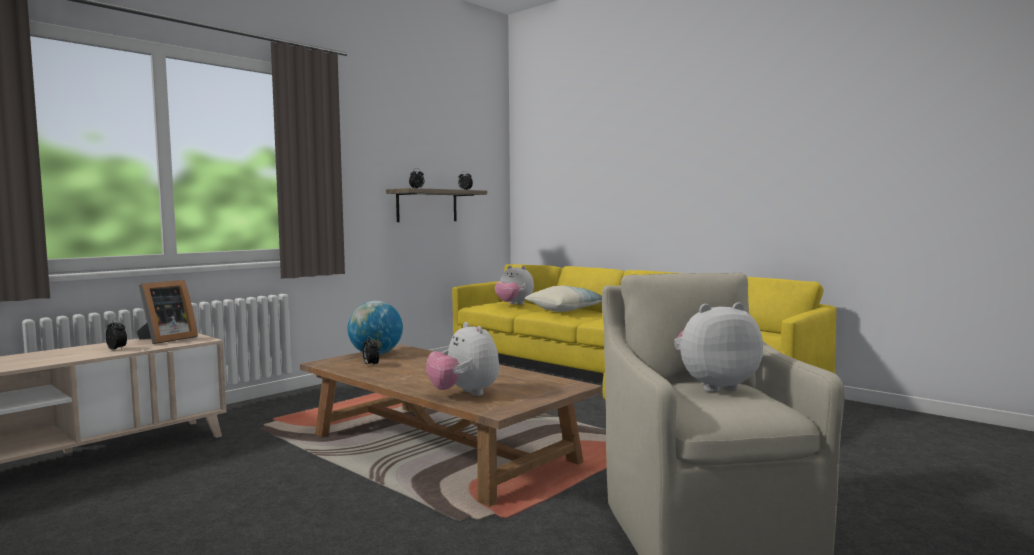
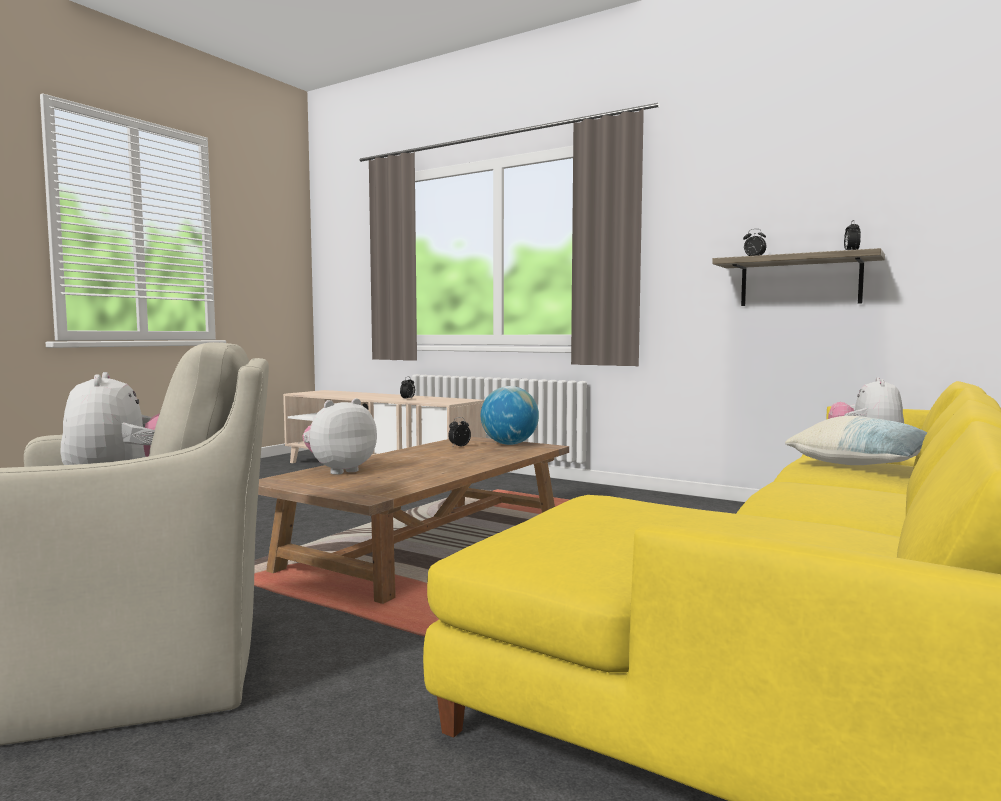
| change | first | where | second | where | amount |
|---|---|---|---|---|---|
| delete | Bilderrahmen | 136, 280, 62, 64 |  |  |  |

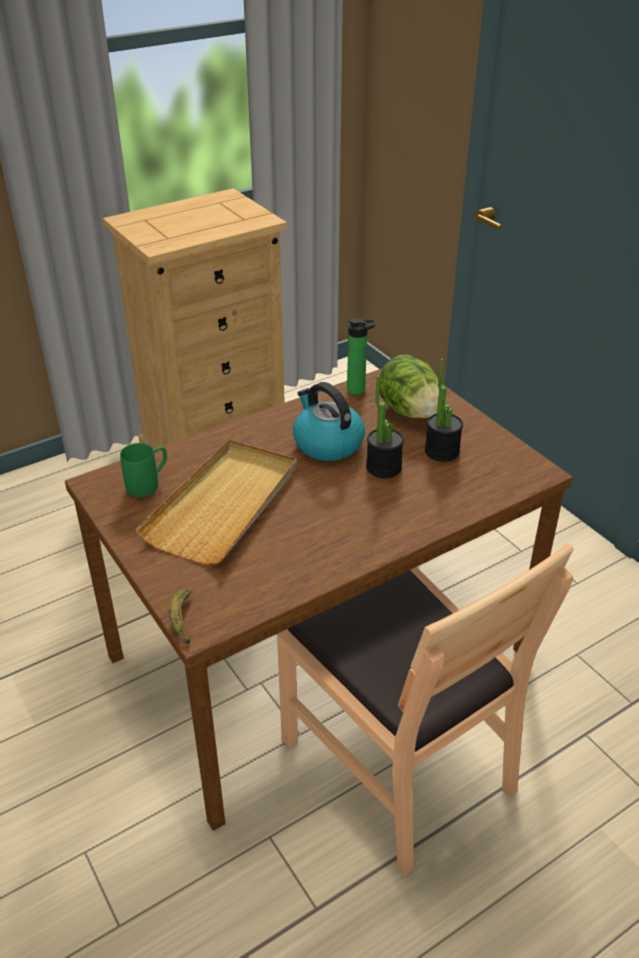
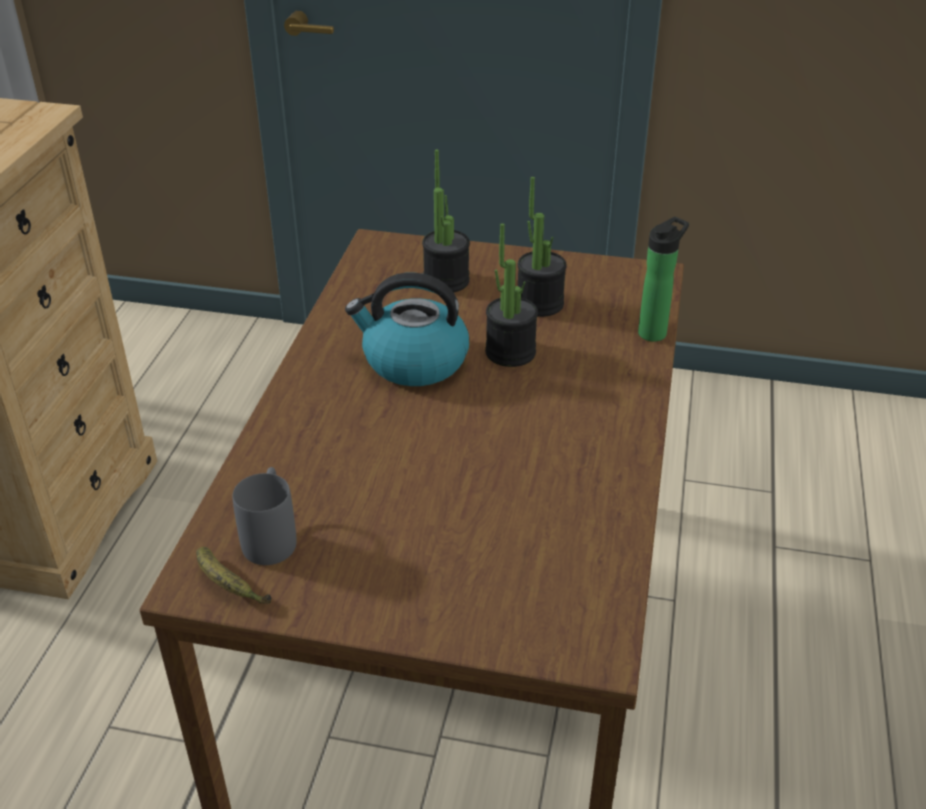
| change | first | where | second | where | amount |
|---|---|---|---|---|---|
| move | Flasche | 347, 318, 28, 77 |  | 638, 217, 51, 125 |  |
| replace | Salatkopf | 379, 354, 60, 64 | Topfpflanze | 422, 150, 48, 143 |  |
| delete | Tablett/beige | 135, 439, 162, 125 |  |  |  |
| recolor | Henkelbecher/grün | 120, 443, 47, 54 | Henkelbecher/grau | 232, 467, 65, 98 |  |
| delete | Stuhl/braun | 277, 543, 297, 333 |  |  |  |
| move | Banane | 169, 589, 23, 56 |  | 196, 547, 75, 57 |  |

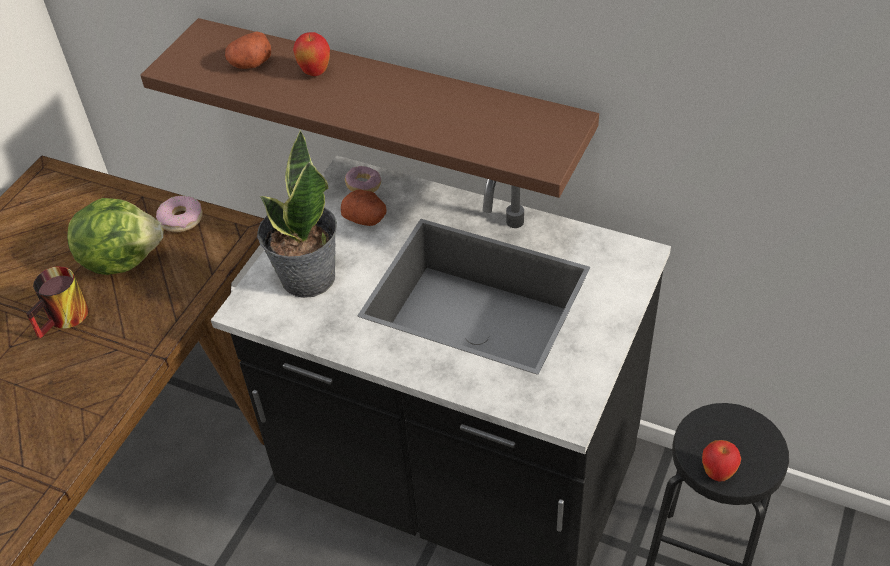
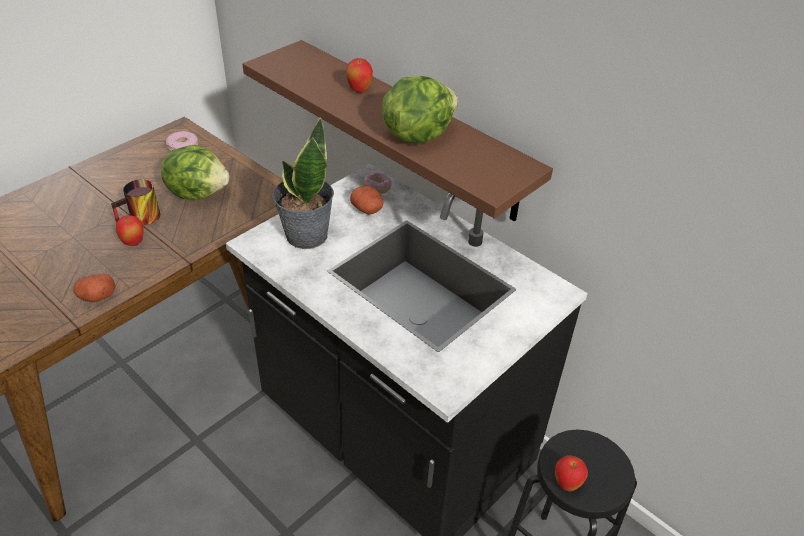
| change | first | where | second | where | amount |
|---|---|---|---|---|---|
| move | Kartoffel | 225, 31, 46, 38 |  | 73, 274, 42, 28 |  |
| move | Donut | 156, 196, 47, 36 |  | 166, 131, 32, 21 |  |
| insert |  |  | Salatkopf | 382, 76, 76, 68 |  |
| insert |  |  | Apfel | 115, 215, 29, 31 |  |

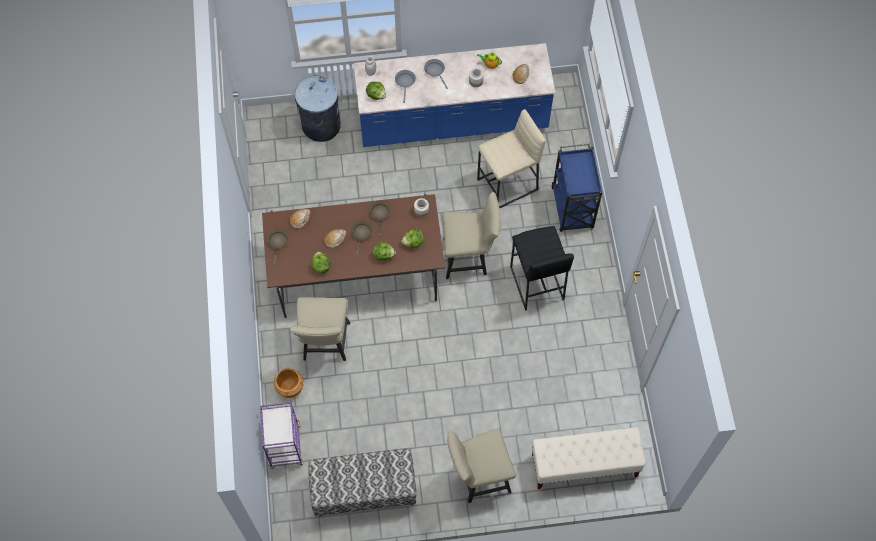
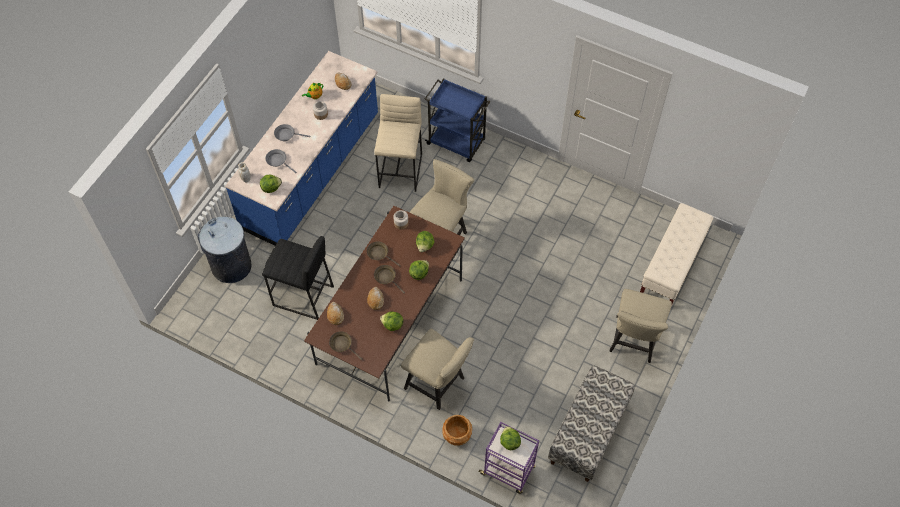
| change | first | where | second | where | amount |
|---|---|---|---|---|---|
| move | Hocker/schwarz | 510, 226, 64, 85 |  | 262, 236, 72, 84 |  |
| insert |  |  | Salatkopf | 500, 426, 21, 24 |  |

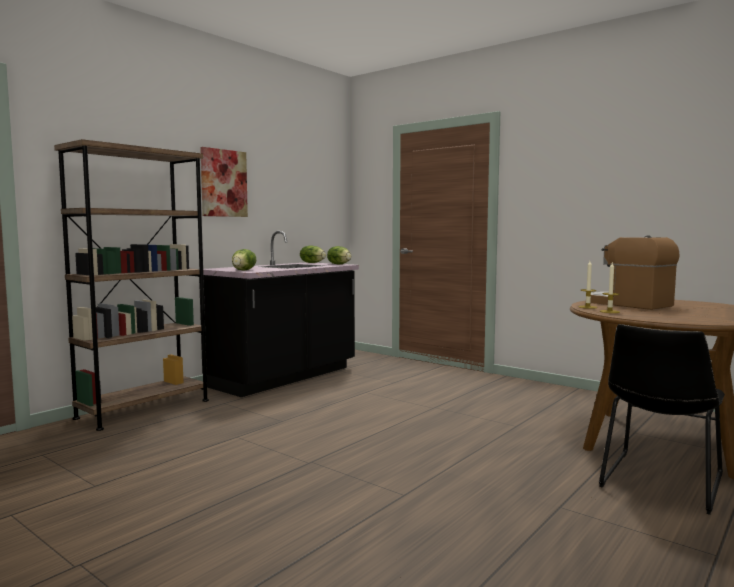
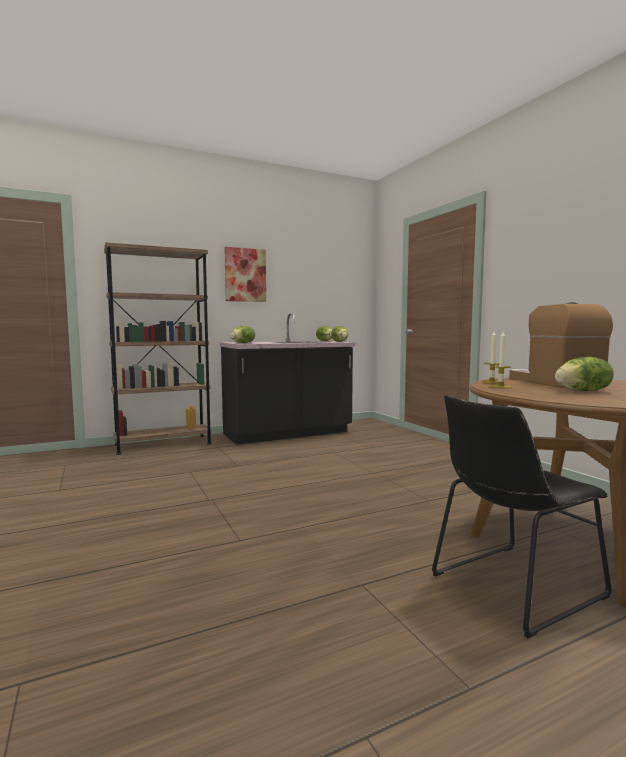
| change | first | where | second | where | amount |
|---|---|---|---|---|---|
| insert |  |  | Salatkopf | 555, 357, 59, 35 |  |

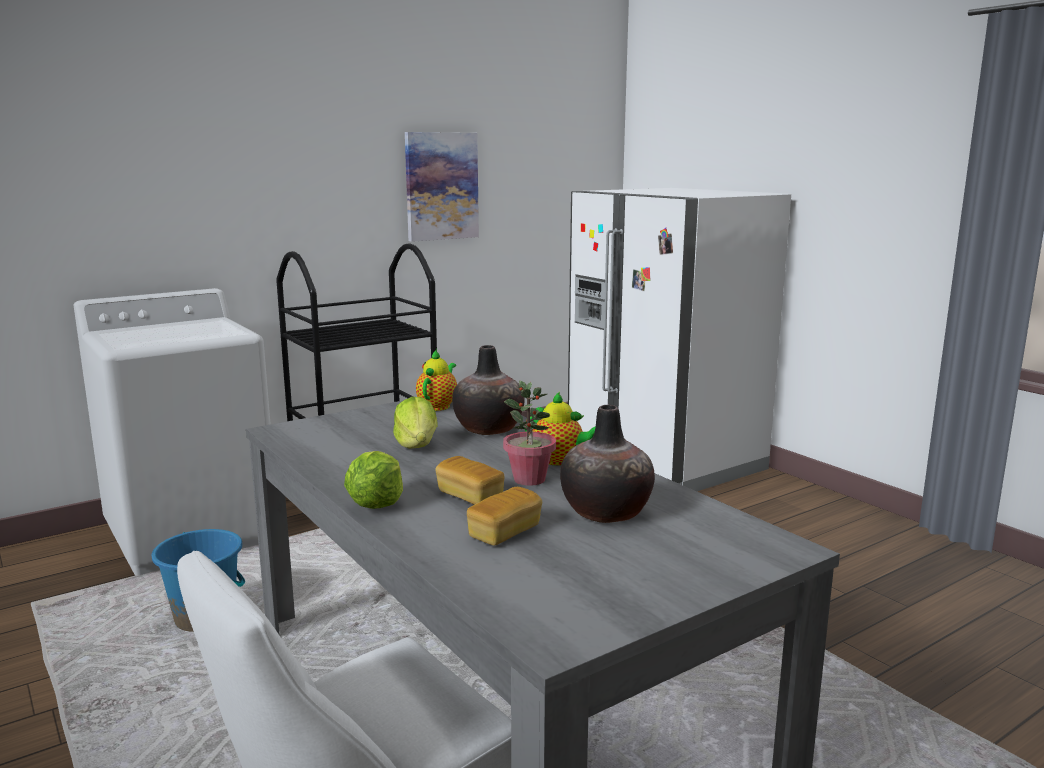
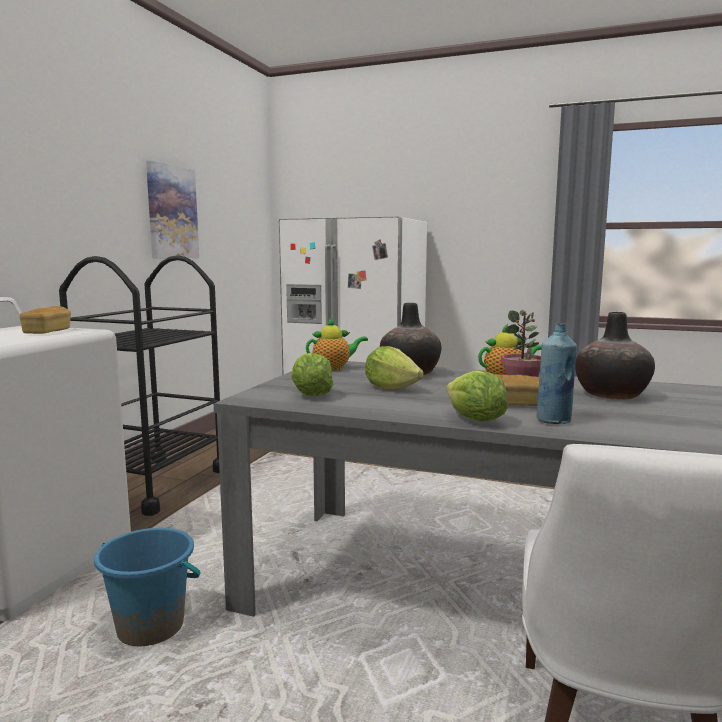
| change | first | where | second | where | amount |
|---|---|---|---|---|---|
| rotate | Teekanne | 416, 349, 41, 62 |  | 306, 318, 62, 53 | 90 degrees clockwise |
| move | Brot | 467, 487, 75, 59 |  | 20, 306, 51, 28 |  |
| insert |  |  | Flasche/blau | 537, 323, 40, 101 |  |
| insert |  |  | Salatkopf | 291, 353, 42, 43 |  |

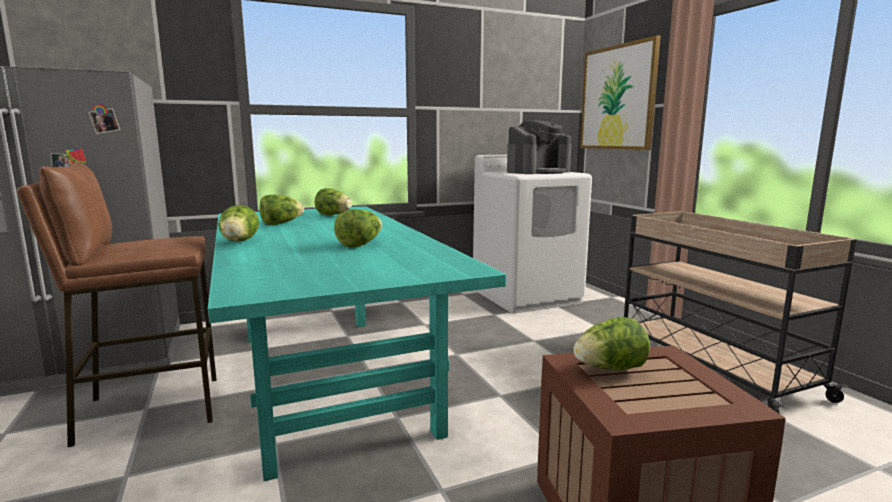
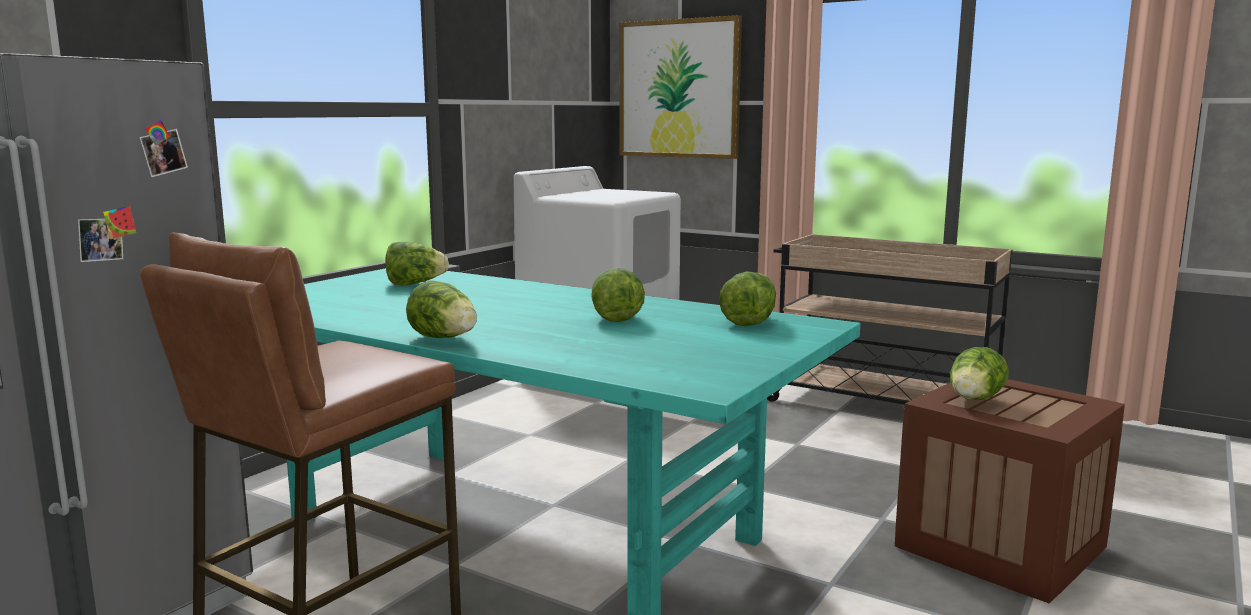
| change | first | where | second | where | amount |
|---|---|---|---|---|---|
| delete | Kaffeemaschine | 507, 120, 64, 54 |  |  |  |
| move | Salatkopf | 259, 195, 45, 30 |  | 719, 271, 57, 56 |  |

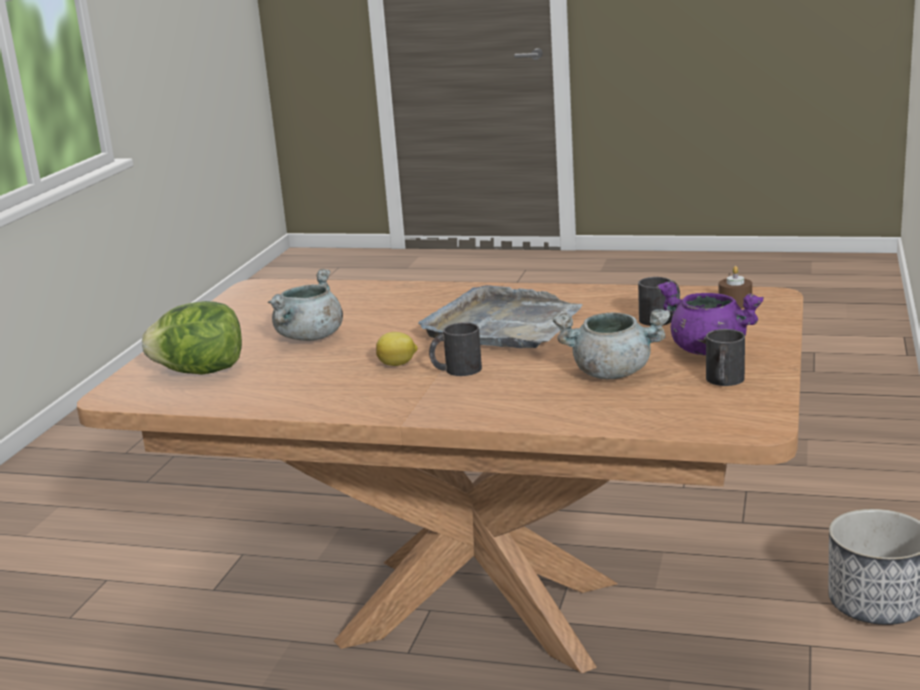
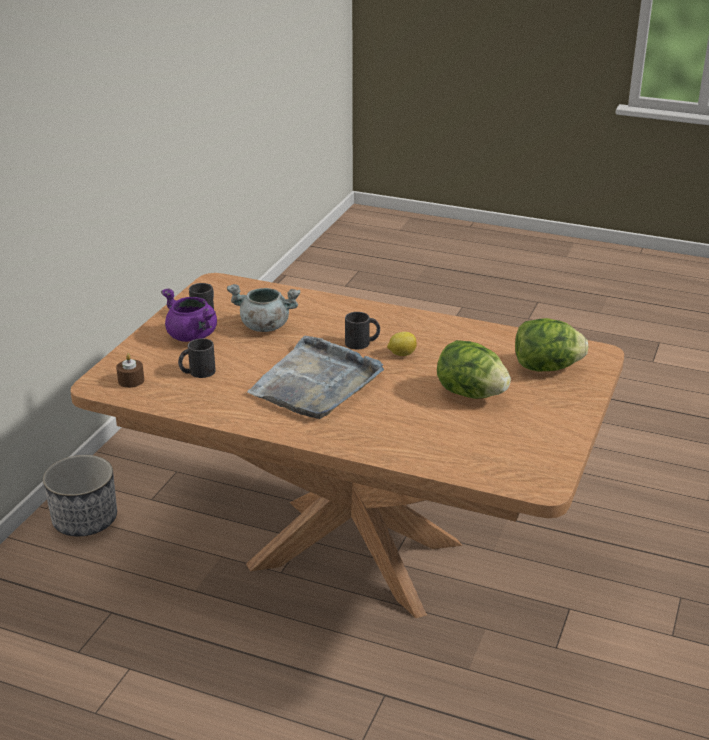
| change | first | where | second | where | amount |
|---|---|---|---|---|---|
| replace | Kochtopf/grau | 268, 269, 75, 72 | Salatkopf | 437, 340, 74, 59 |  |

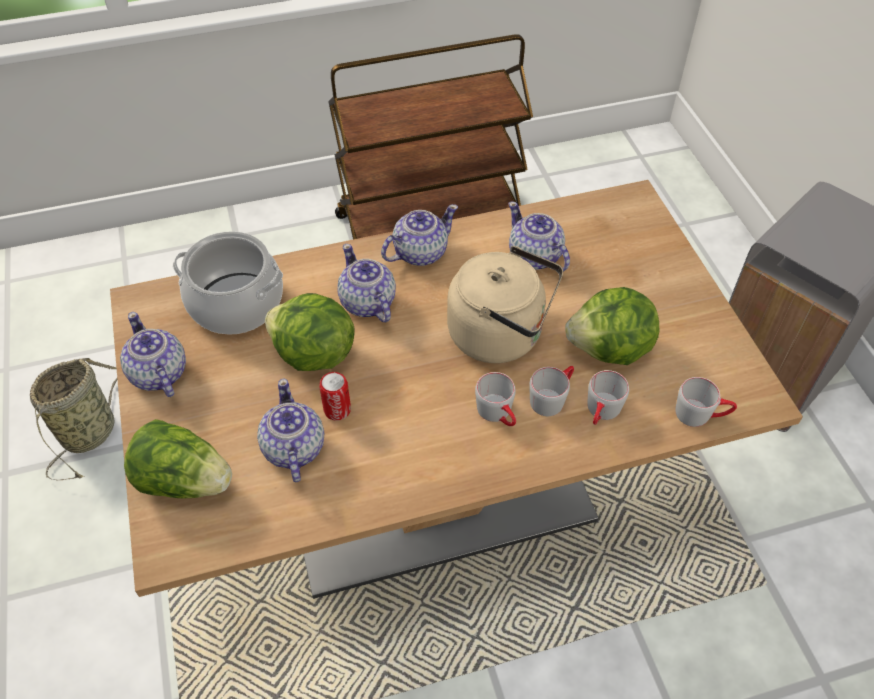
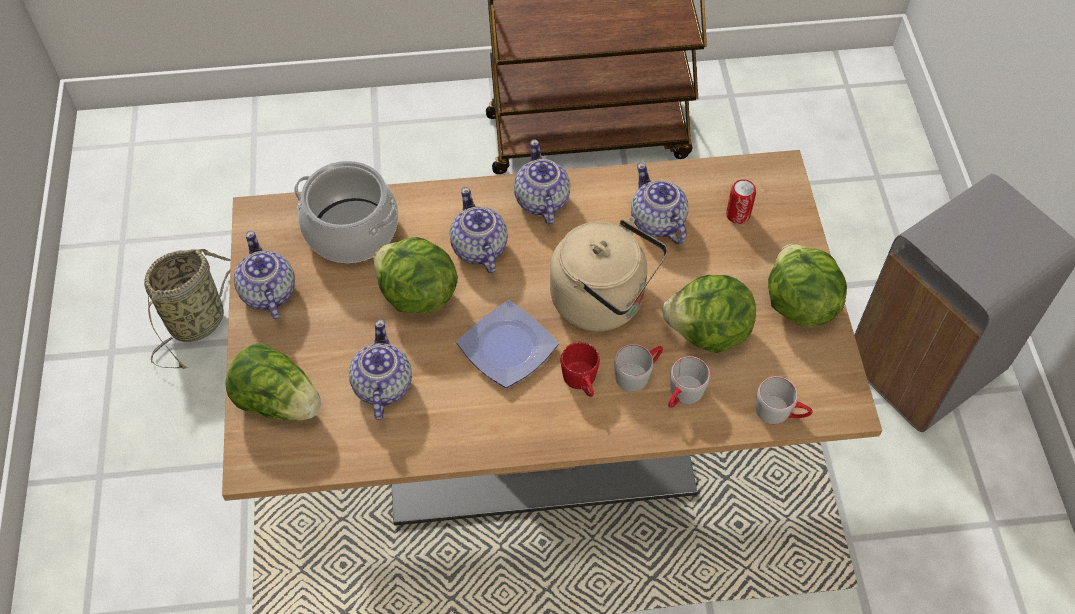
| change | first | where | second | where | amount |
|---|---|---|---|---|---|
| rotate | Teekanne | 381, 204, 77, 62 |  | 514, 139, 56, 86 | 75 degrees counterclockwise |
| move | Dose | 319, 372, 32, 49 |  | 726, 179, 30, 45 |  |
| recolor | Henkelbecher/grau | 475, 372, 41, 54 | Henkelbecher/rot | 561, 342, 39, 55 |  |
| insert |  |  | Salatkopf | 768, 244, 79, 83 |  |
| insert |  |  | Teller | 457, 300, 101, 88 |  |

